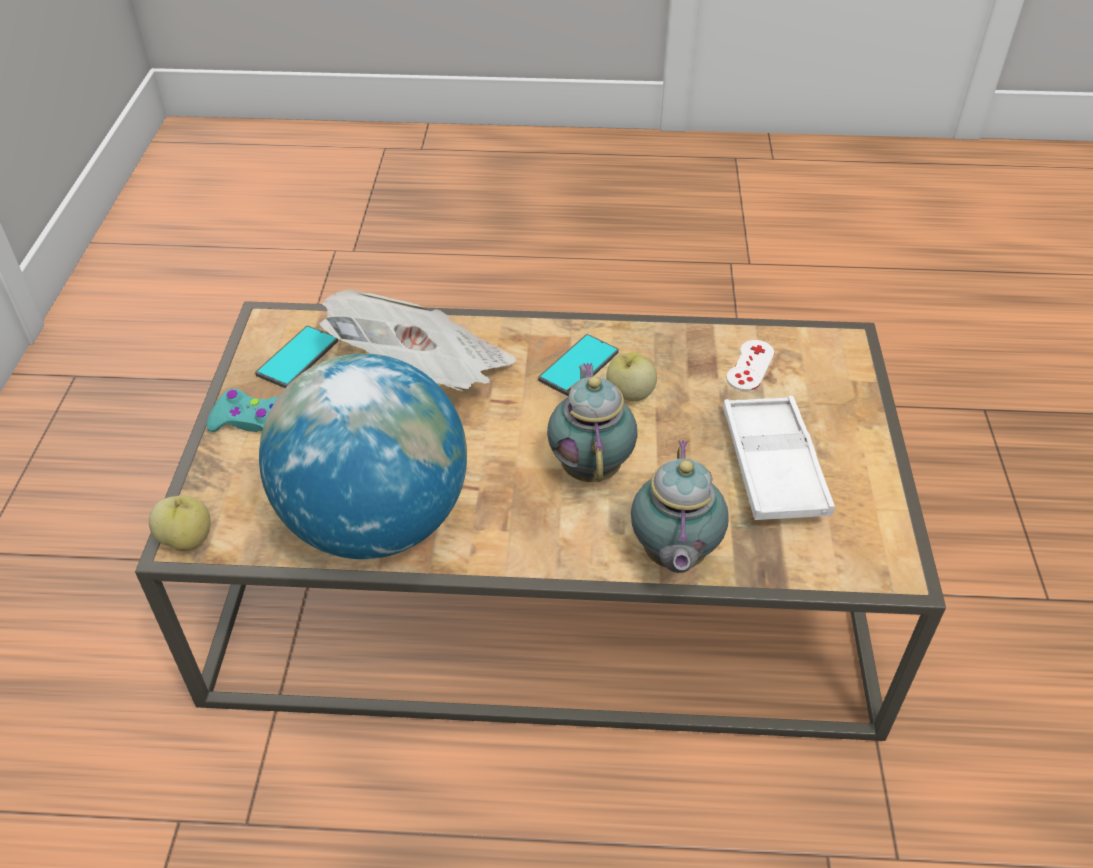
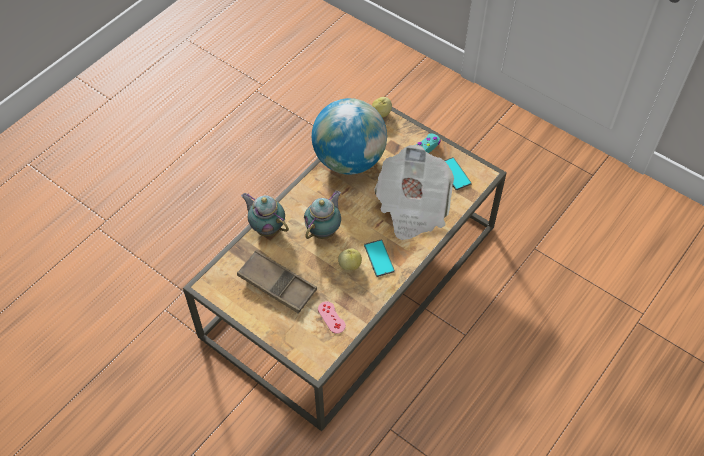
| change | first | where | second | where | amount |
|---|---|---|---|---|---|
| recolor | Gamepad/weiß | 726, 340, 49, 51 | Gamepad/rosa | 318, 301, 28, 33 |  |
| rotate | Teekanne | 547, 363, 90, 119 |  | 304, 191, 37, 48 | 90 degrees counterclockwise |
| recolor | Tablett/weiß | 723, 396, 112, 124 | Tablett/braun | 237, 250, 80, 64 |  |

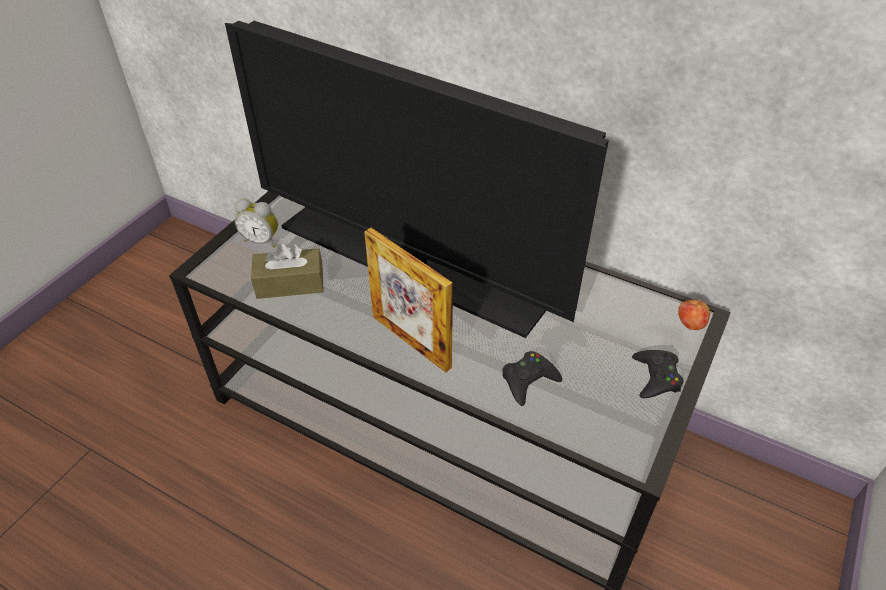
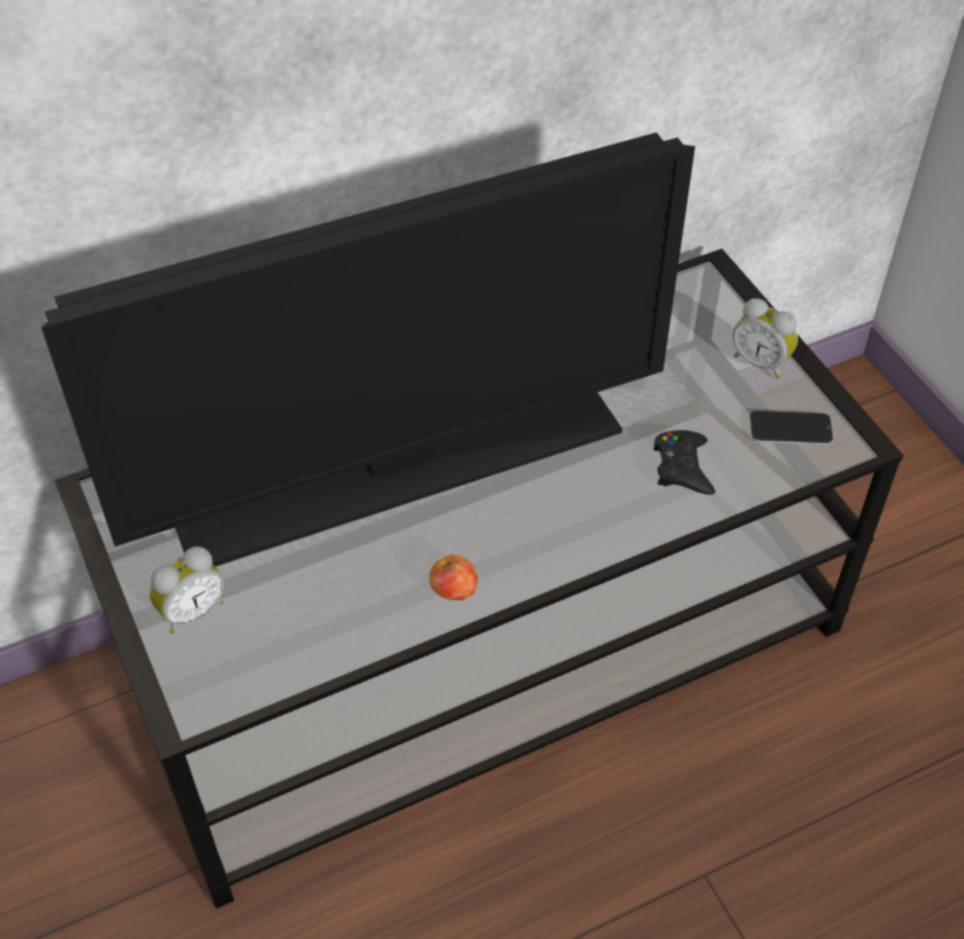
| change | first | where | second | where | amount |
|---|---|---|---|---|---|
| delete | Bilderrahmen | 364, 228, 89, 144 |  |  |  |
| delete | Taschentuchbox/braun | 251, 243, 73, 56 |  |  |  |
| move | Apfel | 678, 299, 32, 31 |  | 429, 554, 49, 47 |  |
| replace | Gamepad/schwarz | 632, 350, 52, 48 | Wecker | 733, 298, 65, 81 |  |
| insert |  |  | Handy | 750, 411, 83, 34 |  |

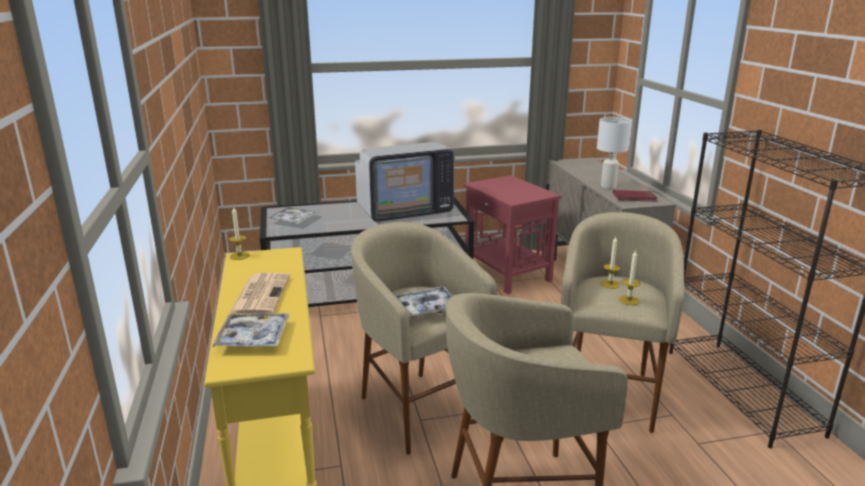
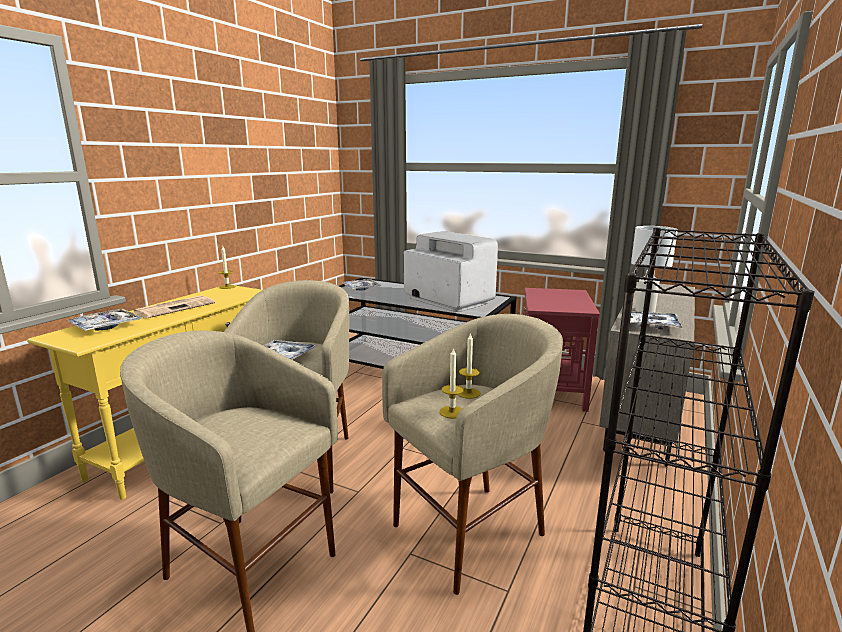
| change | first | where | second | where | amount |
|---|---|---|---|---|---|
| rotate | Fernseher | 355, 142, 99, 81 |  | 404, 231, 94, 81 | 150 degrees counterclockwise |
| replace | Buch/rot | 613, 190, 45, 12 | Tablett | 630, 311, 53, 19 |  |

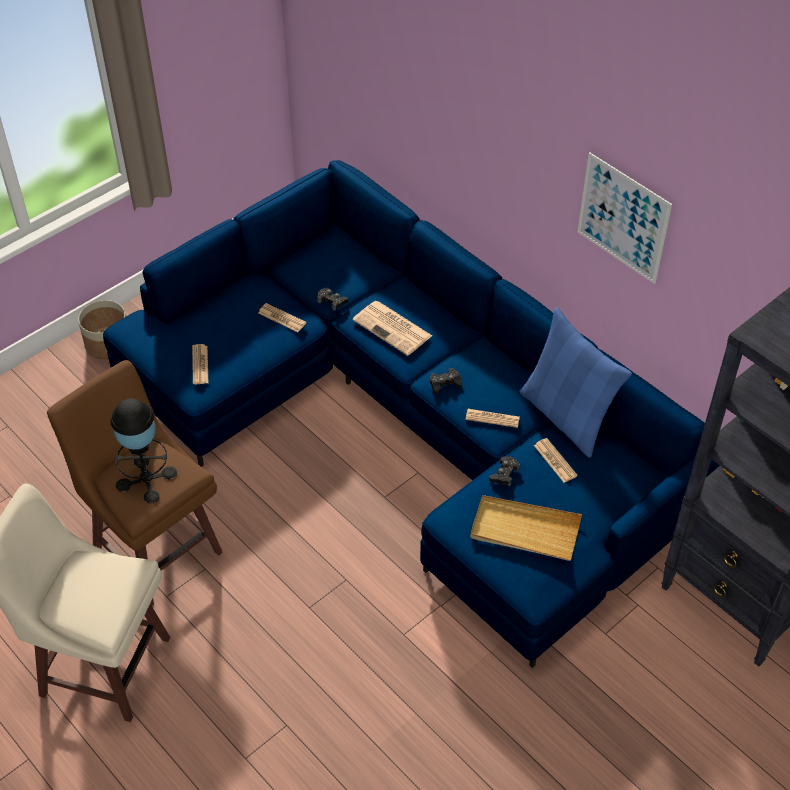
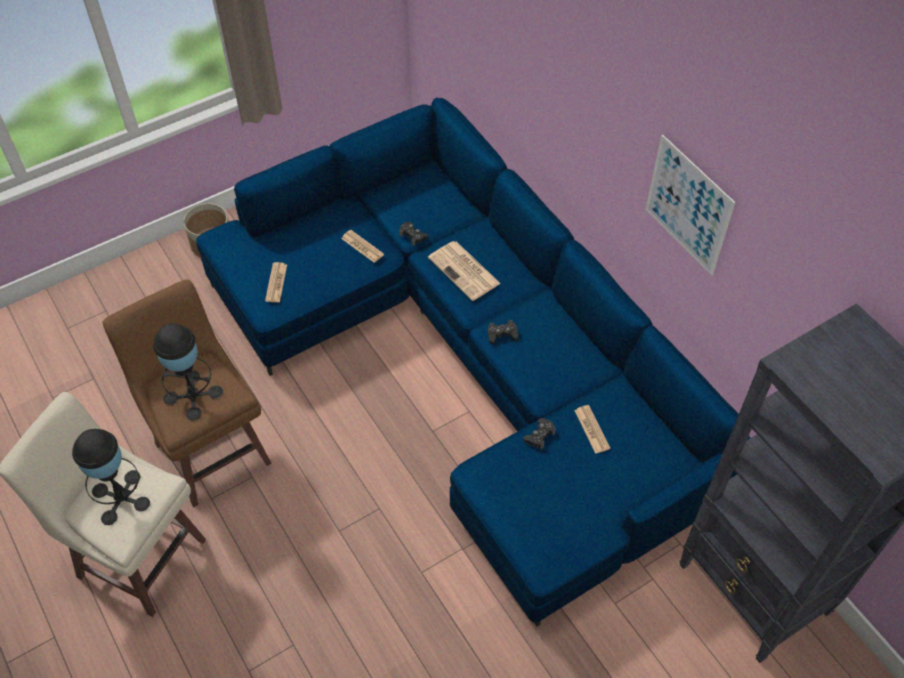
| change | first | where | second | where | amount |
|---|---|---|---|---|---|
| delete | Kissen/blau | 520, 307, 112, 151 |  |  |  |
| delete | Zeitung | 465, 409, 55, 19 |  |  |  |
| delete | Tablett/beige | 470, 495, 112, 66 |  |  |  |
| insert |  |  | Tischlampe/schwarz | 72, 429, 78, 96 |  |

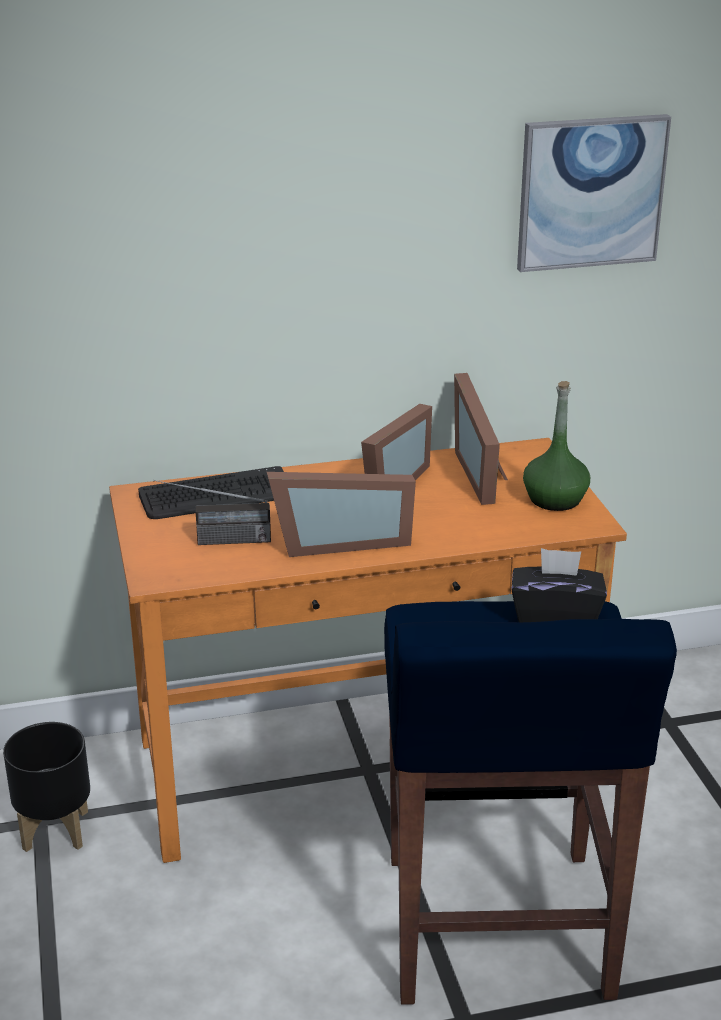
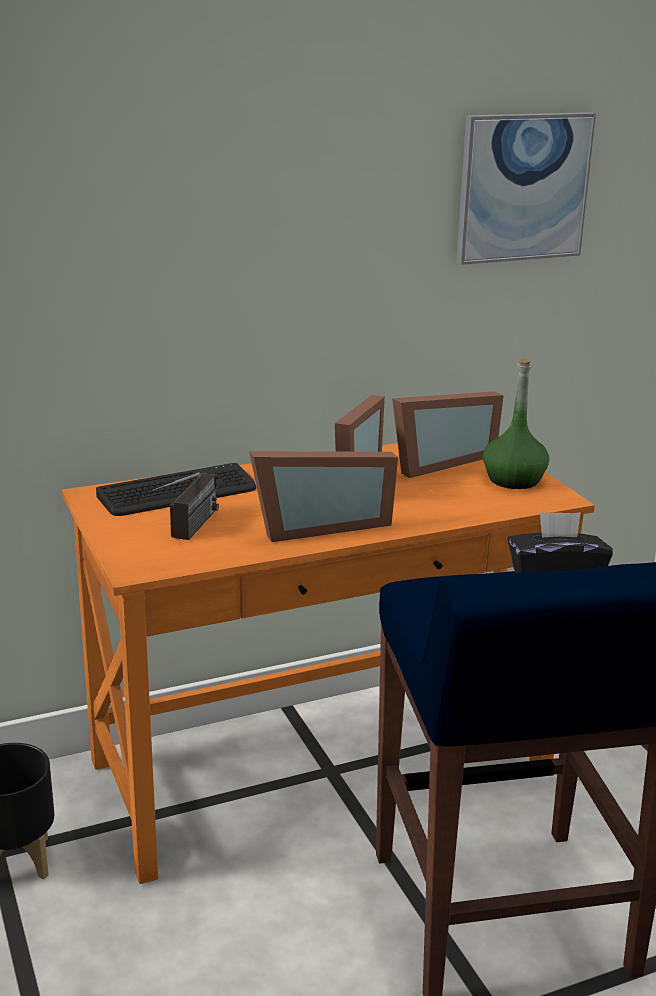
| change | first | where | second | where | amount |
|---|---|---|---|---|---|
| rotate | Bilderrahmen | 454, 373, 54, 132 |  | 392, 391, 112, 87 | 105 degrees counterclockwise |
| rotate | Radio | 153, 480, 118, 65 |  | 152, 472, 67, 68 | 60 degrees counterclockwise |

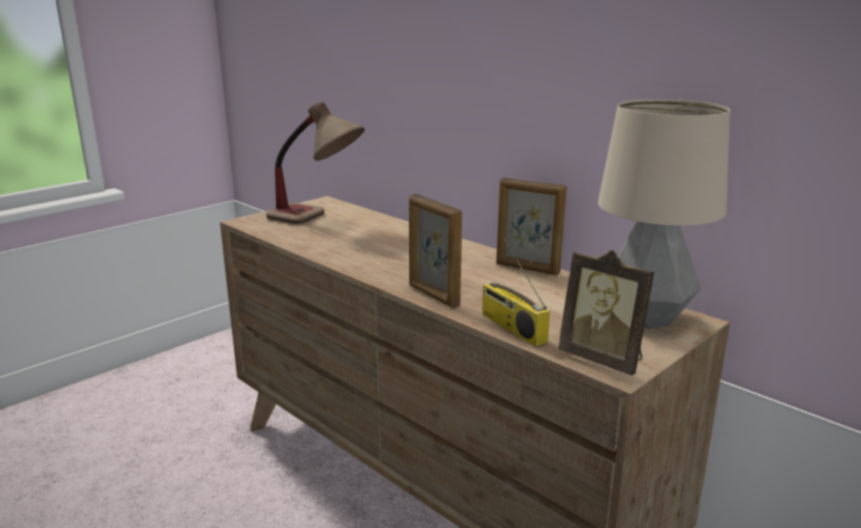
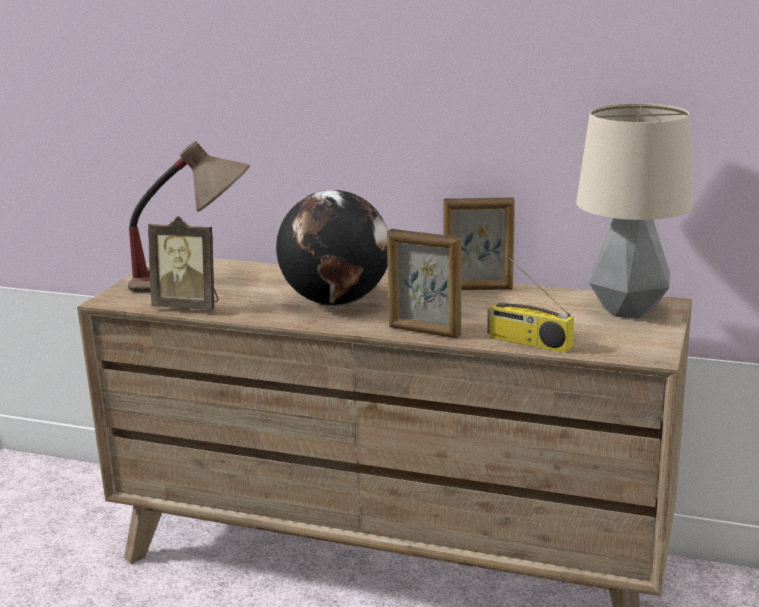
| change | first | where | second | where | amount |
|---|---|---|---|---|---|
| move | Bilderrahmen | 558, 250, 96, 125 |  | 148, 216, 70, 94 |  |
| insert |  |  | Globus | 276, 190, 112, 116 |  |

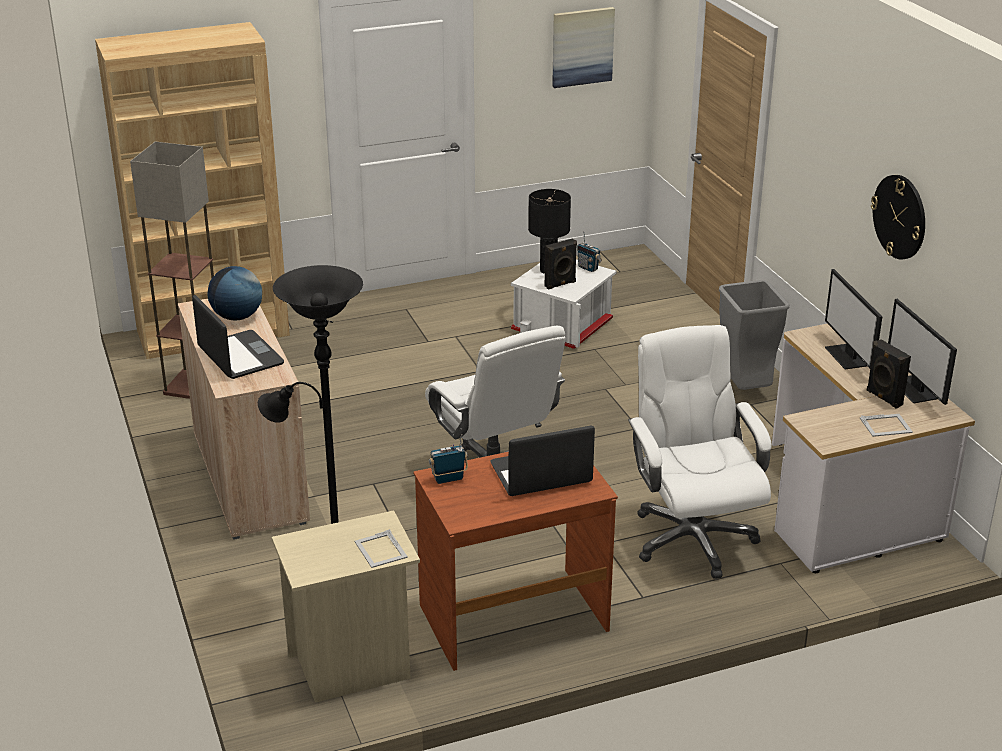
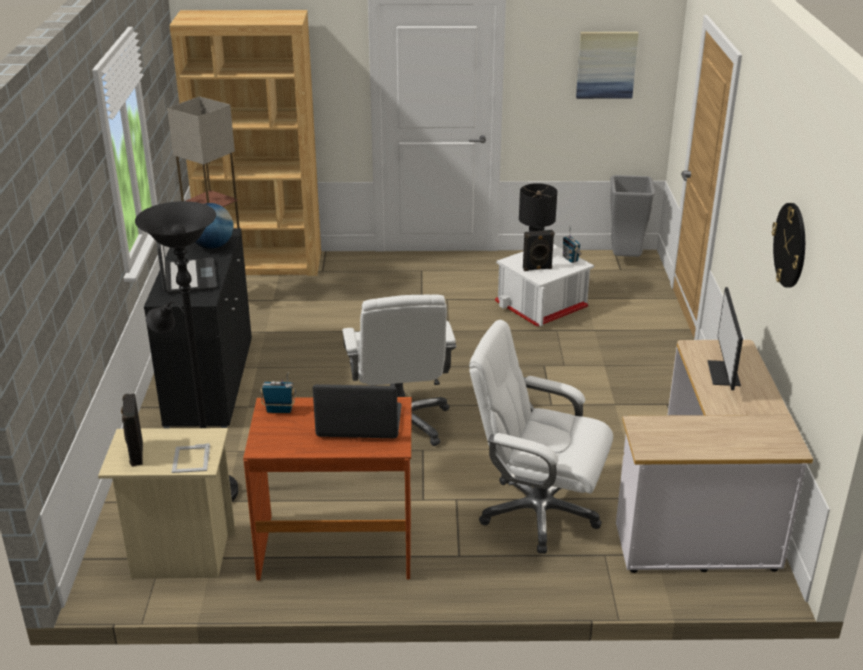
| change | first | where | second | where | amount |
|---|---|---|---|---|---|
| move | Mülleimer/grau | 719, 280, 71, 110 |  | 610, 175, 45, 82 |  |
| recolor | Schrank/beige | 178, 299, 132, 241 | Schrank/schwarz | 144, 228, 108, 200 |  |
| delete | Monitor | 888, 299, 69, 106 |  |  |  |
| rotate | Bürostuhl/weiß | 628, 325, 144, 254 |  | 469, 320, 144, 234 | 75 degrees counterclockwise |
| move | Lautsprecher/schwarz | 866, 339, 45, 70 |  | 121, 394, 22, 73 |  |
| delete | Bilderrahmen | 860, 414, 53, 23 |  |  |  |

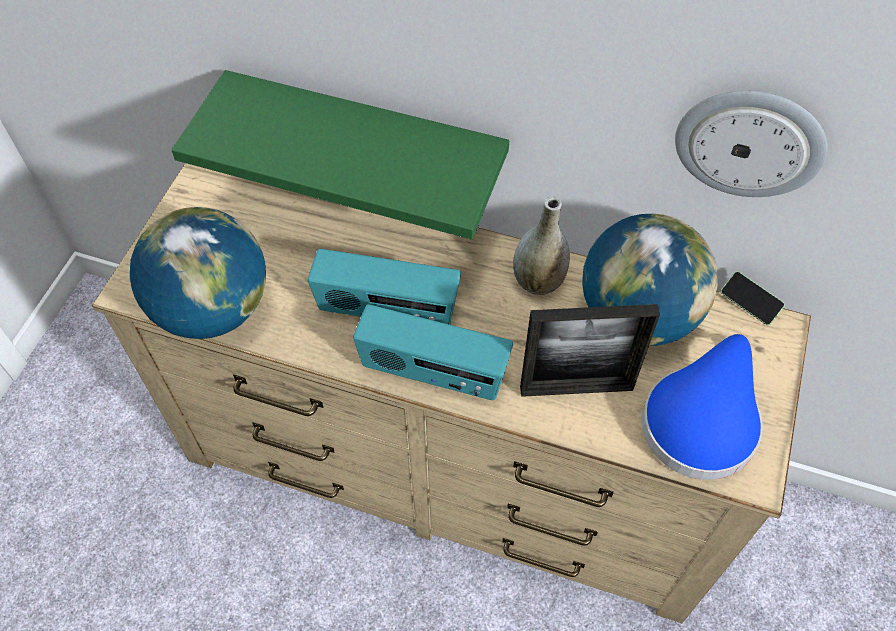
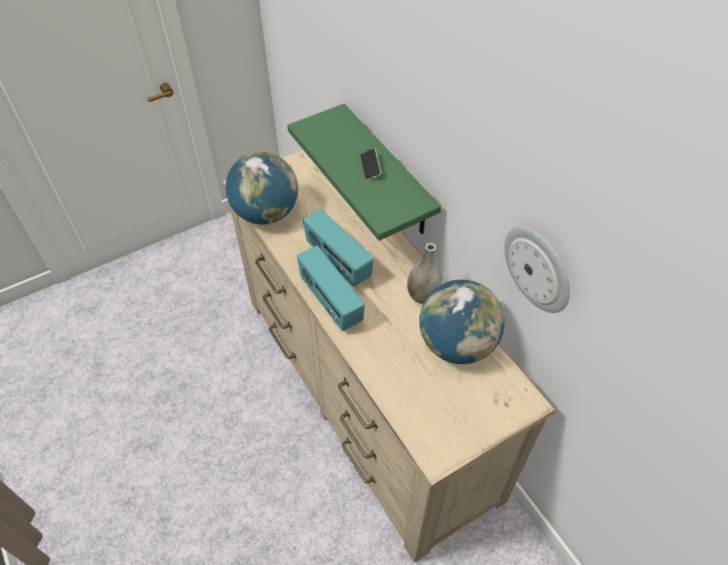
| change | first | where | second | where | amount |
|---|---|---|---|---|---|
| move | Handy | 720, 271, 65, 54 |  | 360, 148, 21, 33 |  |
| delete | Bilderrahmen | 520, 304, 140, 93 |  |  |  |
| delete | Hut/blau | 641, 334, 122, 146 |  |  |  |

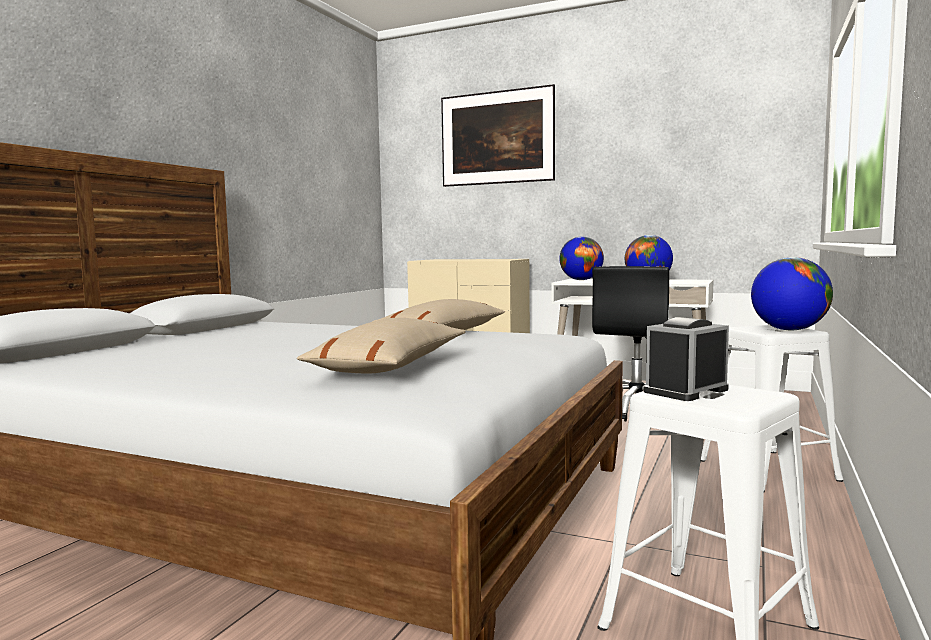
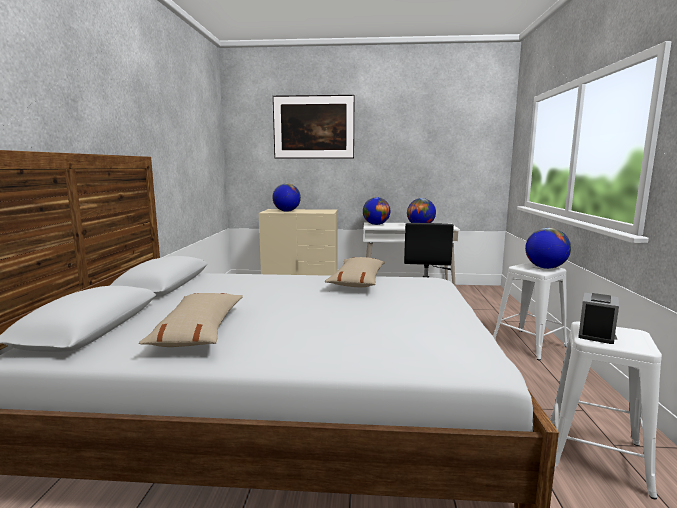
| change | first | where | second | where | amount |
|---|---|---|---|---|---|
| move | Kissen/beige | 297, 318, 168, 55 |  | 139, 293, 104, 54 |  |
| insert |  |  | Globus | 272, 183, 29, 29 |  |

